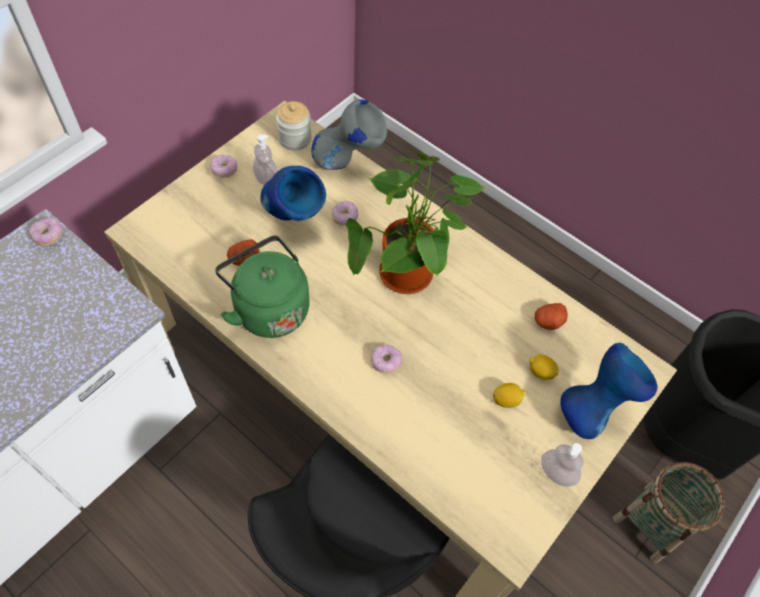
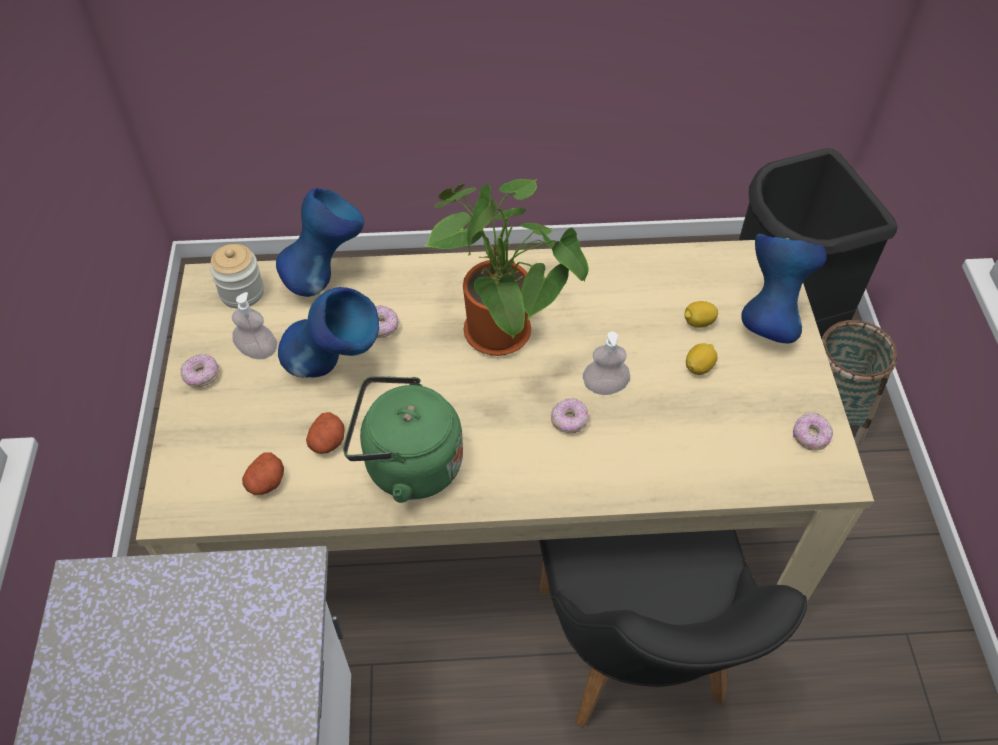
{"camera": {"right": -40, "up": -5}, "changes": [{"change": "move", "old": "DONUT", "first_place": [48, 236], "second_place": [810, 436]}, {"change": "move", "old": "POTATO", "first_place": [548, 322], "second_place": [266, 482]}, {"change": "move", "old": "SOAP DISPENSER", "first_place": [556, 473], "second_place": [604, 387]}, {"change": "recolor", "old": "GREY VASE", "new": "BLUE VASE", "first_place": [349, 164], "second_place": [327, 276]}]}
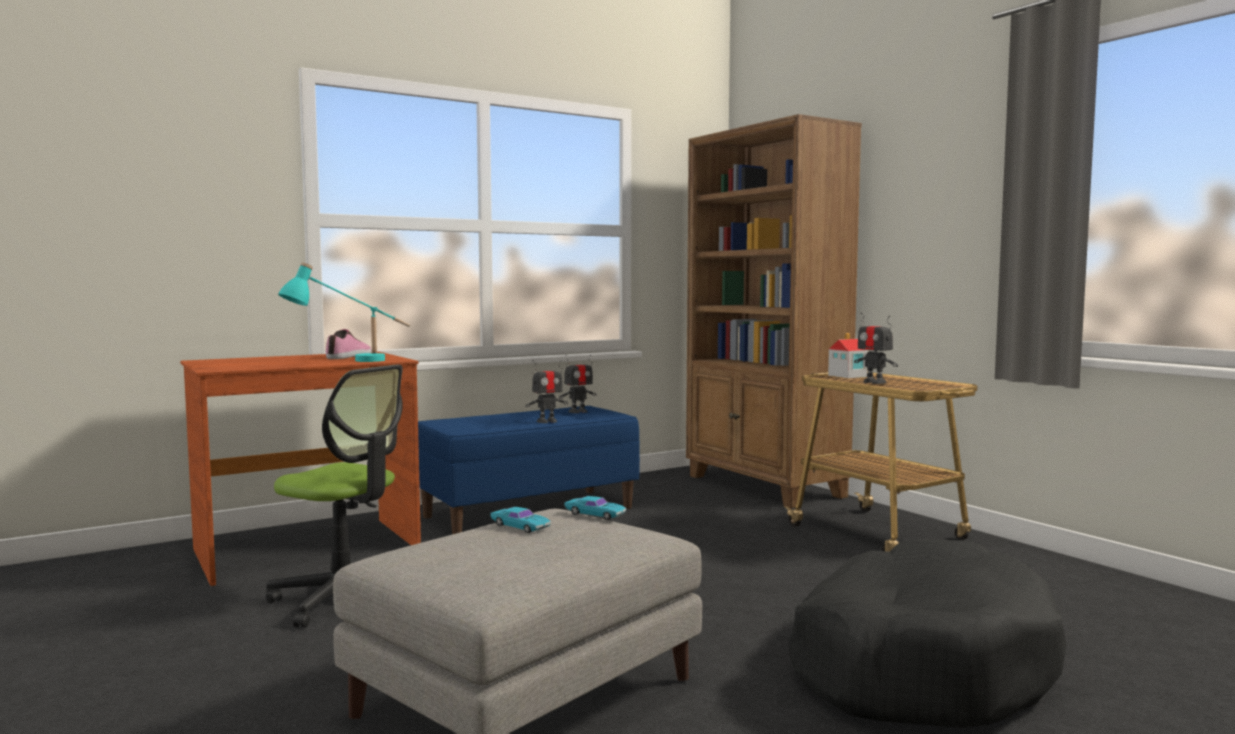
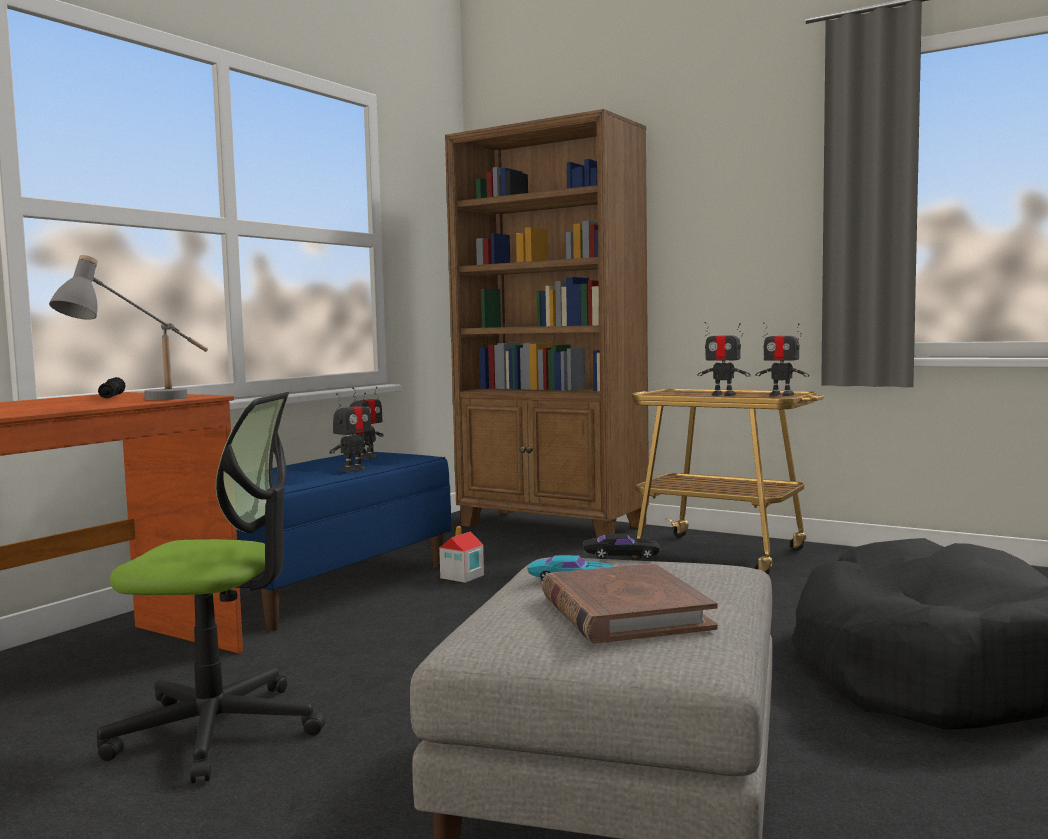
{"camera": {"right": -25, "up": 0}, "changes": [{"change": "insert", "new": "BROWN BOOK", "second_place": [623, 612]}, {"change": "insert", "new": "TOY ROBOT", "second_place": [781, 395]}, {"change": "move", "old": "TOY HOUSE", "first_place": [847, 376], "second_place": [461, 576]}, {"change": "replace", "old": "SHOE", "new": "BLACK FLASHLIGHT", "first_place": [349, 356], "second_place": [112, 397]}, {"change": "recolor", "old": "TURQUOISE TABLE LAMP", "new": "GREY TABLE LAMP", "first_place": [350, 362], "second_place": [143, 401]}, {"change": "recolor", "old": "TURQUOISE TOY CAR", "new": "BLACK TOY CAR", "first_place": [595, 514], "second_place": [621, 555]}]}
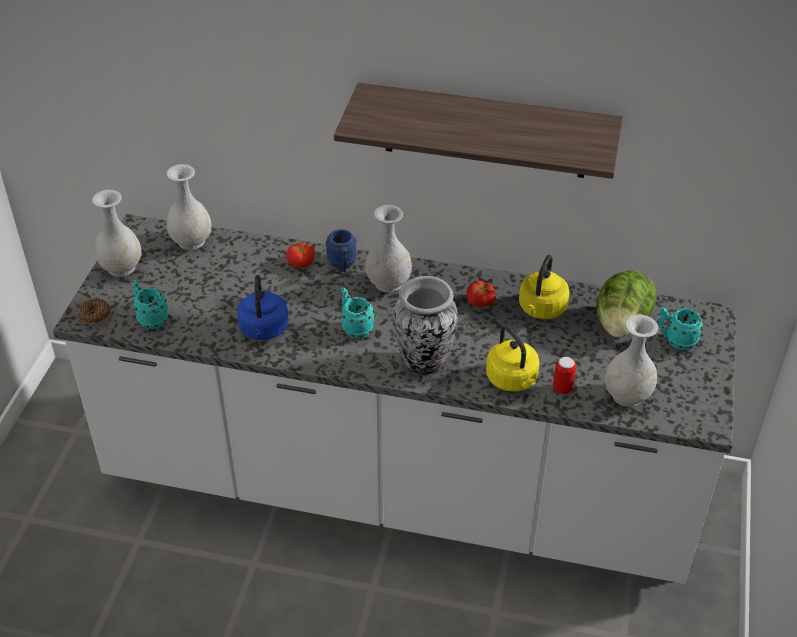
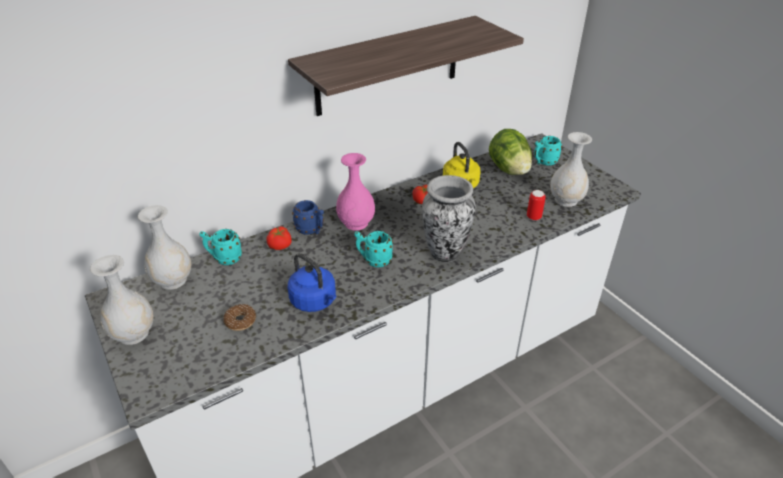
{"camera": {"right": -45, "up": -5}, "changes": [{"change": "delete", "old": "YELLOW KETTLE", "first_place": [513, 380]}, {"change": "move", "old": "DONUT", "first_place": [95, 315], "second_place": [240, 321]}, {"change": "move", "old": "TURQUOISE MUG", "first_place": [150, 318], "second_place": [224, 259]}, {"change": "recolor", "old": "WHITE VASE", "new": "PINK VASE", "first_place": [389, 283], "second_place": [356, 223]}]}
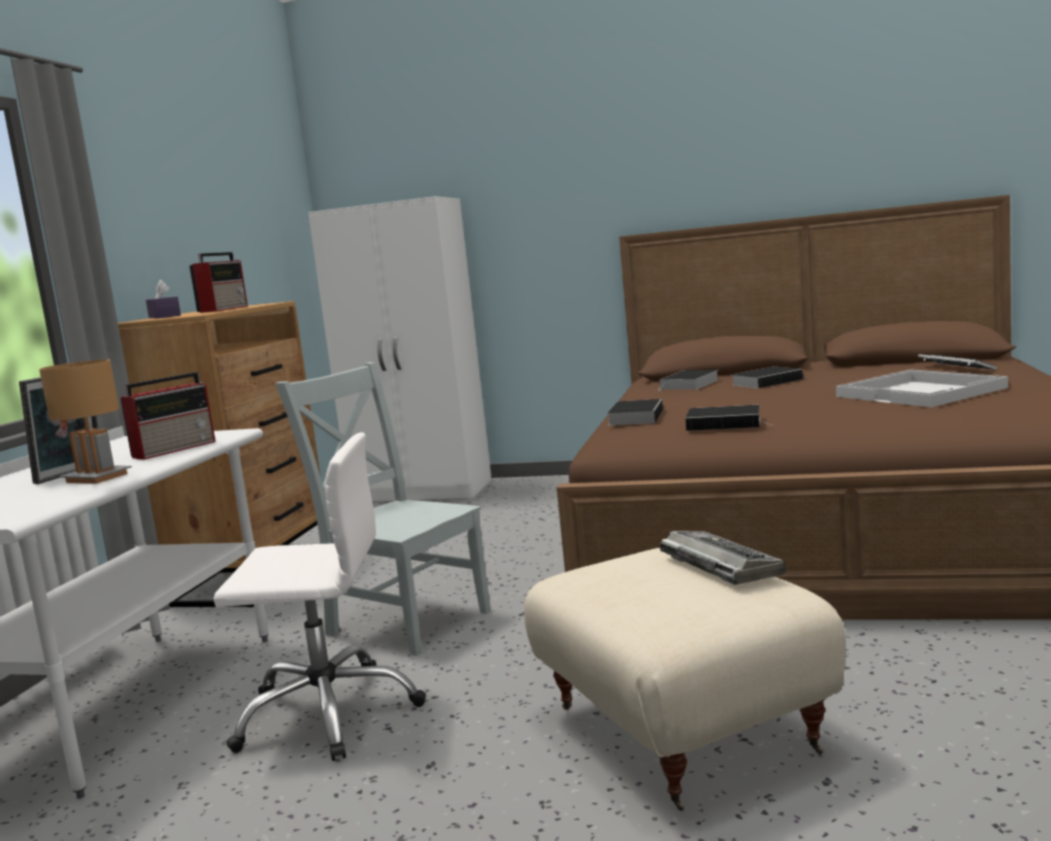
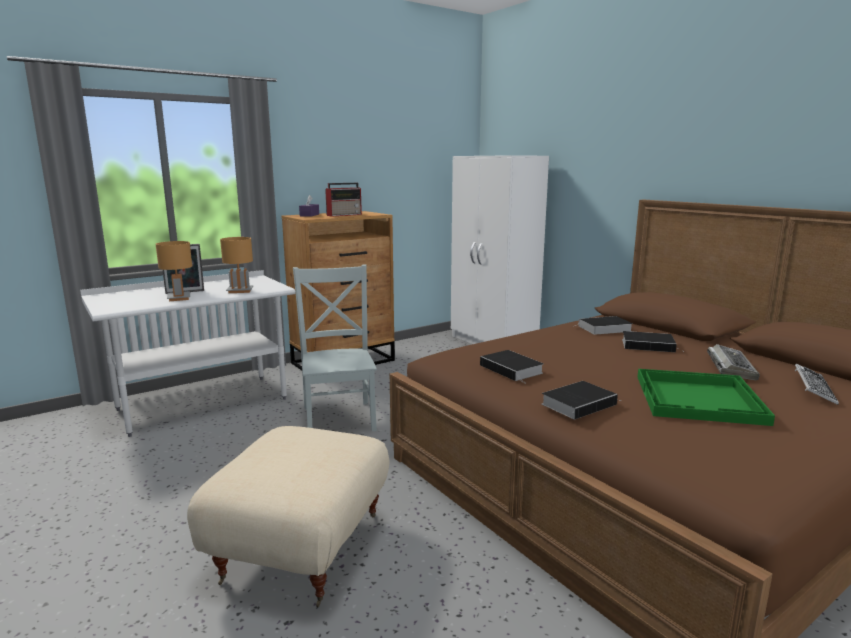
{"camera": {"right": 40, "up": 5}, "changes": [{"change": "delete", "old": "WHITE OFFICE CHAIR", "first_place": [328, 713]}, {"change": "move", "old": "BOOK", "first_place": [635, 417], "second_place": [579, 403]}, {"change": "move", "old": "KEYBOARD", "first_place": [719, 565], "second_place": [730, 367]}, {"change": "replace", "old": "RADIO", "new": "BROWN TABLE LAMP", "first_place": [176, 449], "second_place": [240, 291]}, {"change": "recolor", "old": "WHITE TRAY", "new": "GREEN TRAY", "first_place": [922, 392], "second_place": [699, 399]}]}
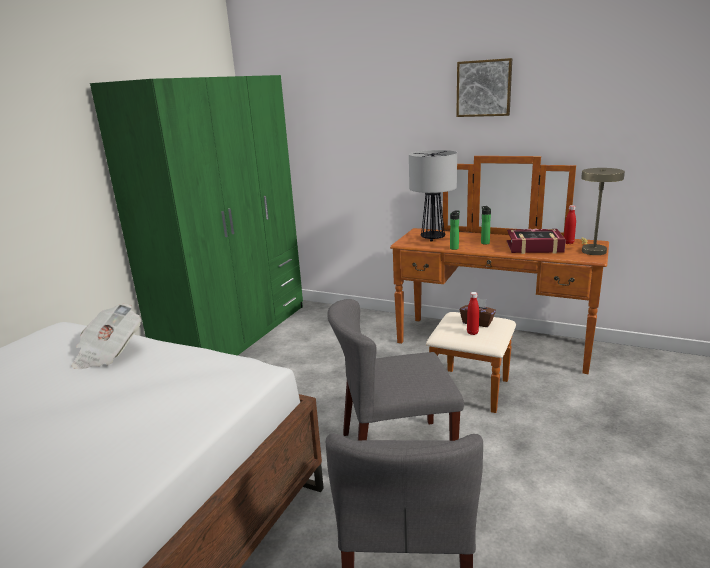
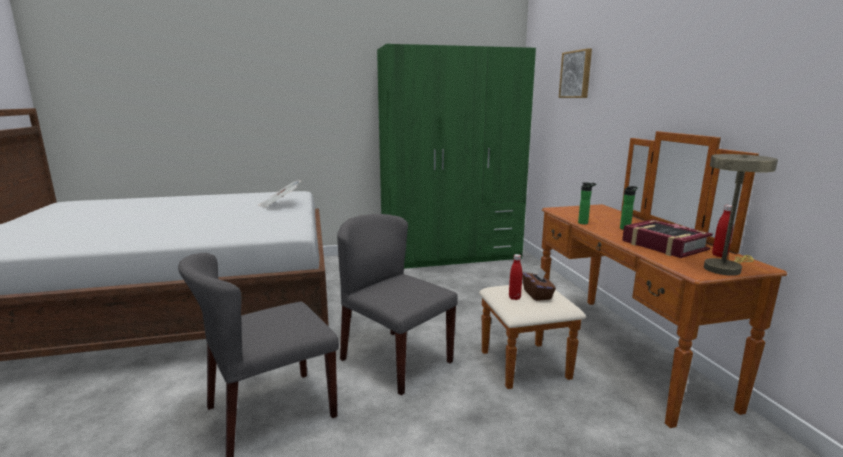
{"camera": {"right": 50, "up": -5}, "changes": [{"change": "delete", "old": "TABLE LAMP", "first_place": [433, 238]}, {"change": "move", "old": "PICTURE", "first_place": [484, 88], "second_place": [576, 74]}]}
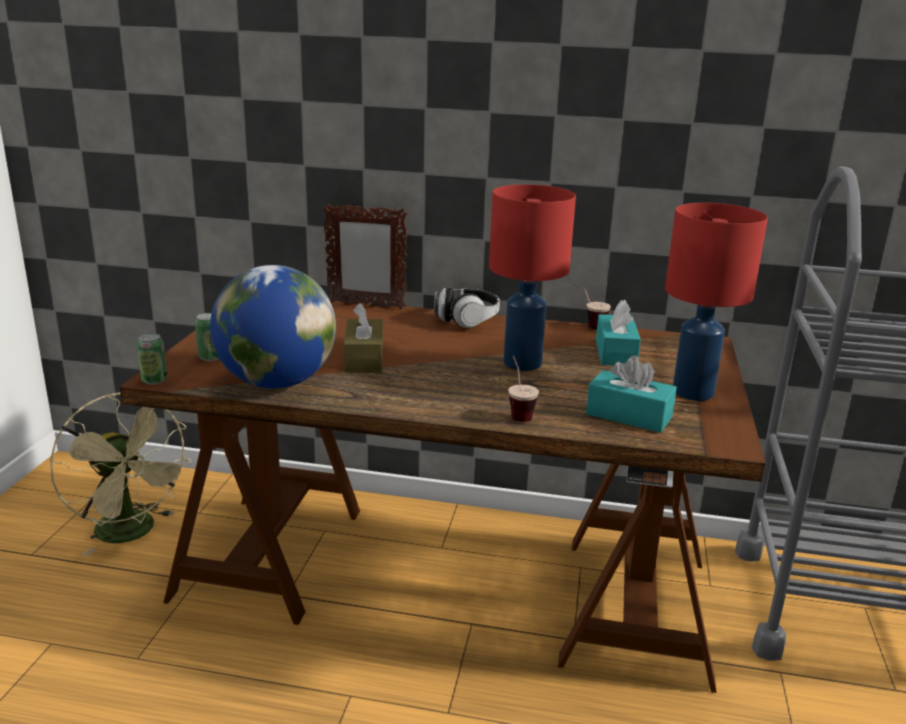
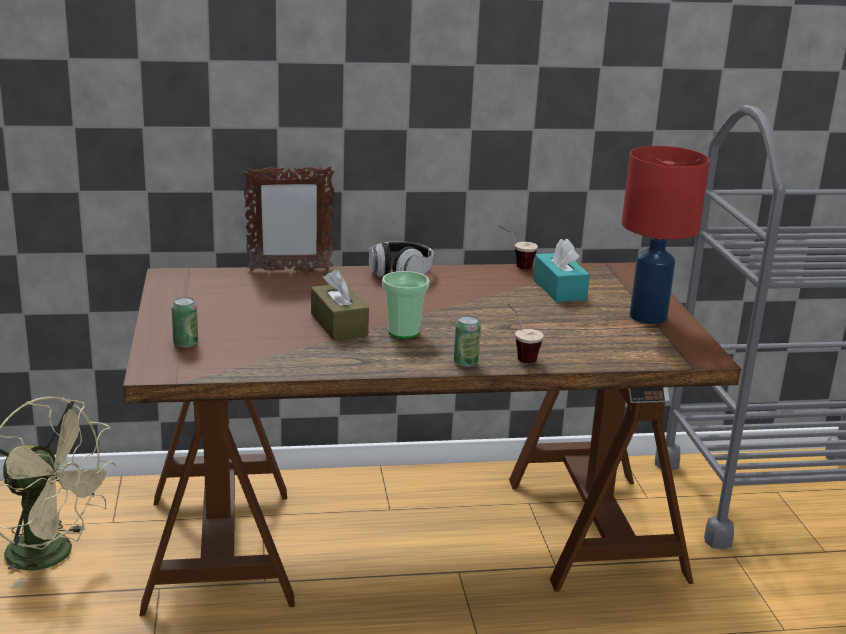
{"camera": {"right": -20, "up": 0}, "changes": [{"change": "delete", "old": "GLOBE", "first_place": [277, 382]}, {"change": "delete", "old": "RED TABLE LAMP", "first_place": [521, 363]}, {"change": "delete", "old": "TURQUOISE TISSUE BOX", "first_place": [629, 415]}, {"change": "insert", "new": "CUP", "second_place": [403, 332]}, {"change": "move", "old": "CAN", "first_place": [154, 380], "second_place": [465, 362]}]}
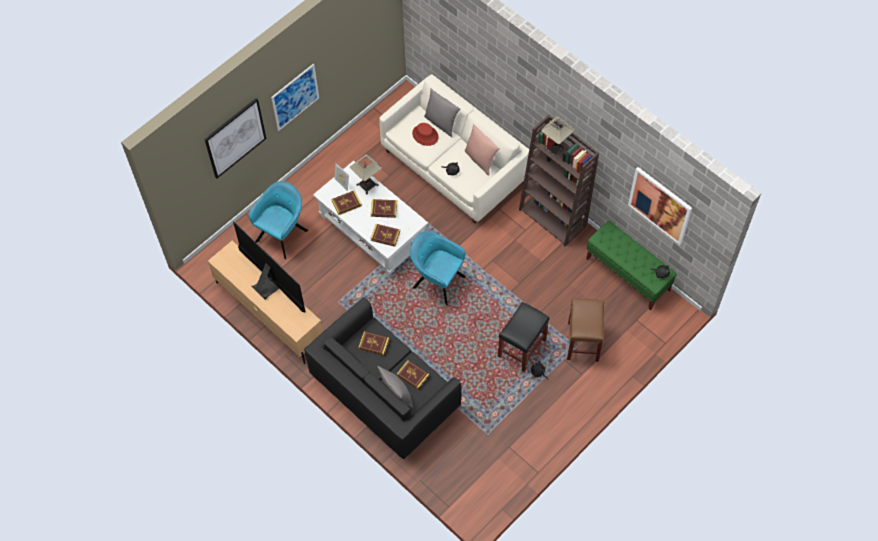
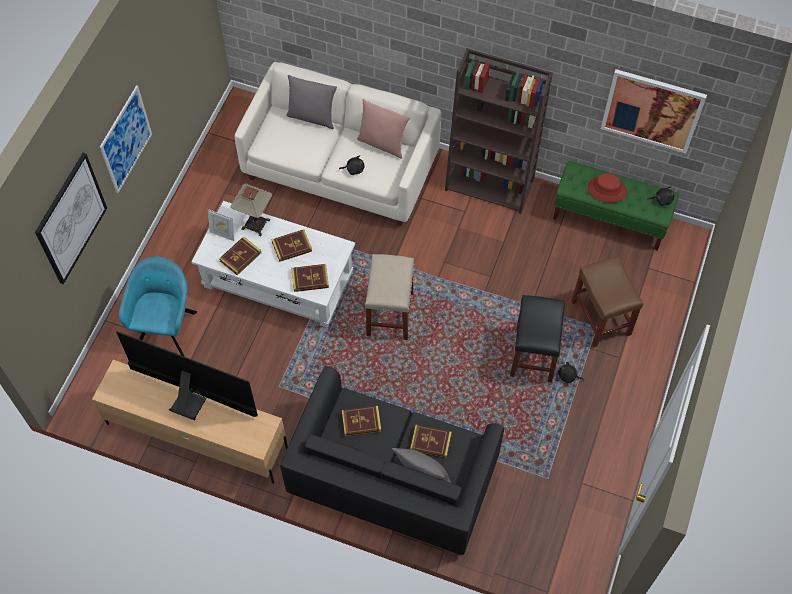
{"camera": {"right": -25, "up": 0}, "changes": [{"change": "delete", "old": "TABLE LAMP", "first_place": [555, 149]}, {"change": "move", "old": "RED HAT", "first_place": [425, 135], "second_place": [607, 190]}, {"change": "replace", "old": "TURQUOISE ARMCHAIR", "new": "BEIGE STOOL", "first_place": [437, 281], "second_place": [389, 313]}]}
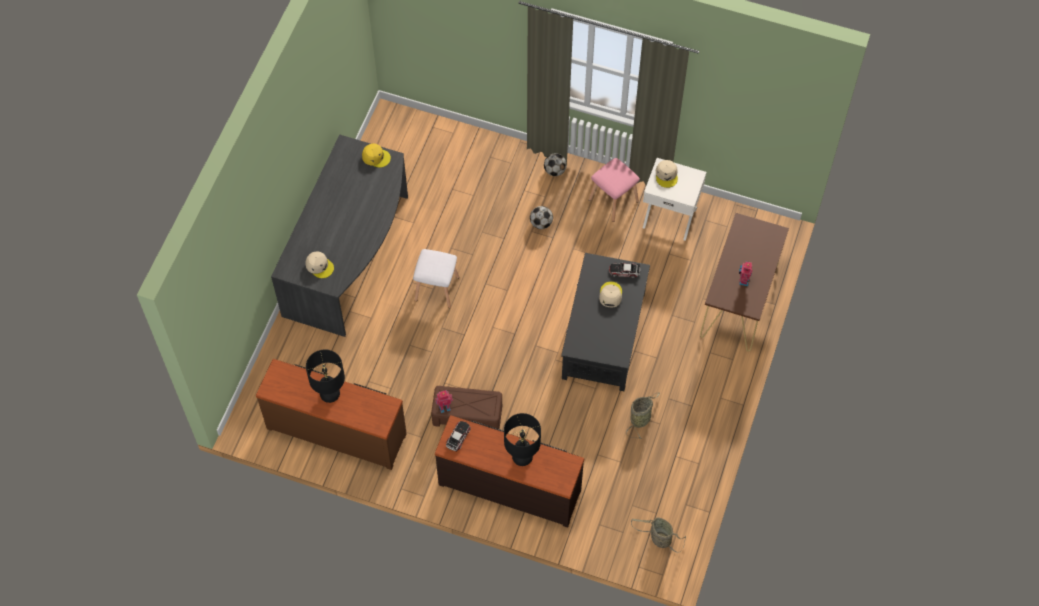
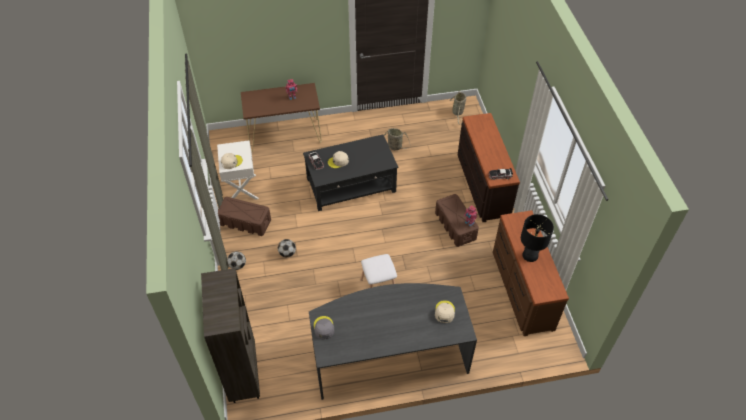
{"camera": {"right": -120, "up": -10}, "changes": [{"change": "delete", "old": "BLACK TABLE LAMP", "first_place": [522, 456]}, {"change": "insert", "new": "BROWN BOOKCASE", "second_place": [243, 376]}, {"change": "replace", "old": "PINK STOOL", "new": "BROWN STORAGE BOX", "first_place": [613, 201], "second_place": [245, 222]}, {"change": "recolor", "old": "YELLOW CAP", "new": "GREY CAP", "first_place": [376, 157], "second_place": [323, 328]}]}
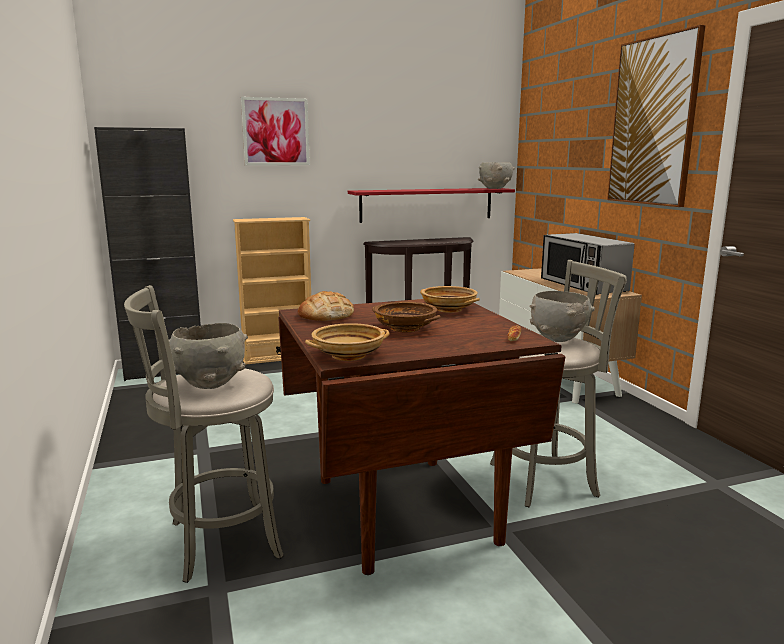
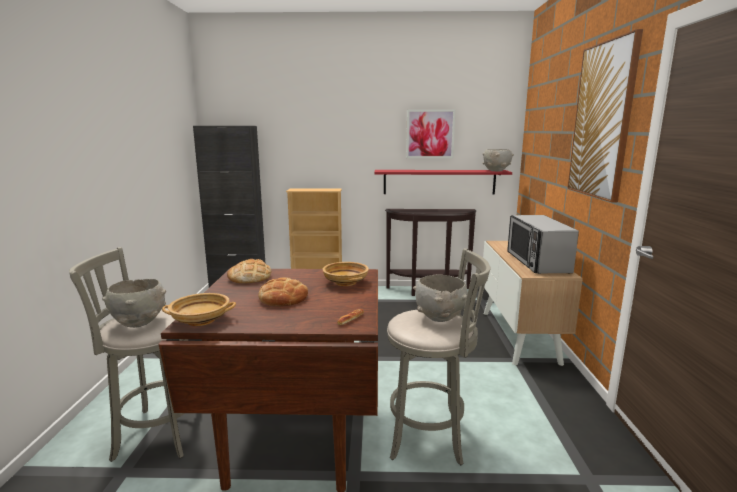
{"camera": {"right": 20, "up": 0}, "changes": [{"change": "move", "old": "PICTURE", "first_place": [275, 132], "second_place": [430, 134]}, {"change": "replace", "old": "BROWN BOWL", "new": "BREAD", "first_place": [406, 328], "second_place": [283, 298]}]}
